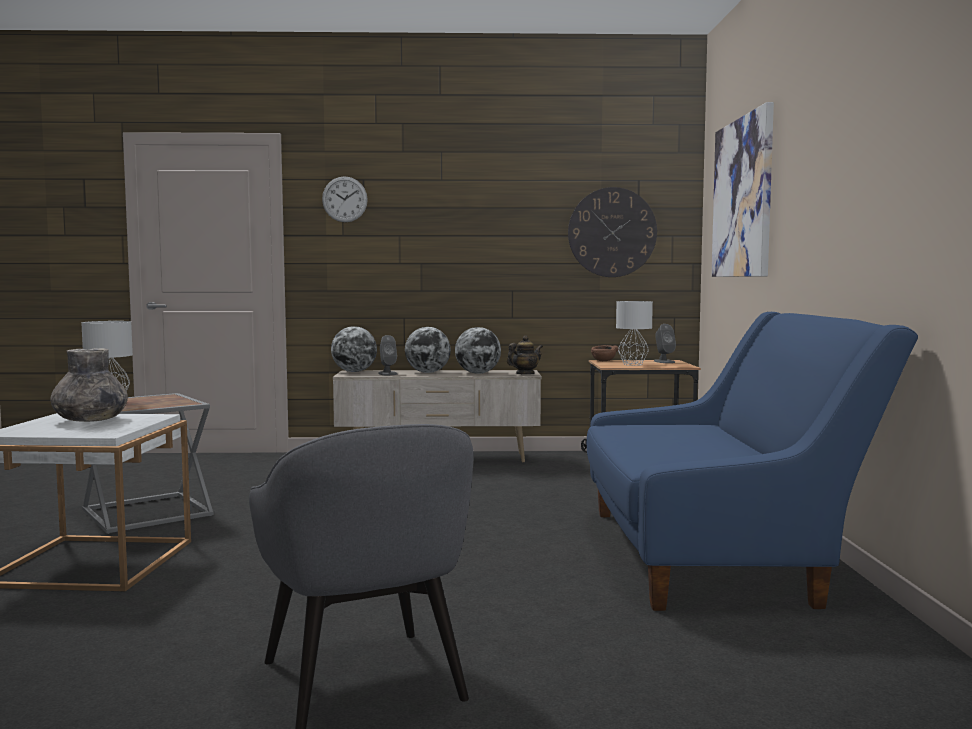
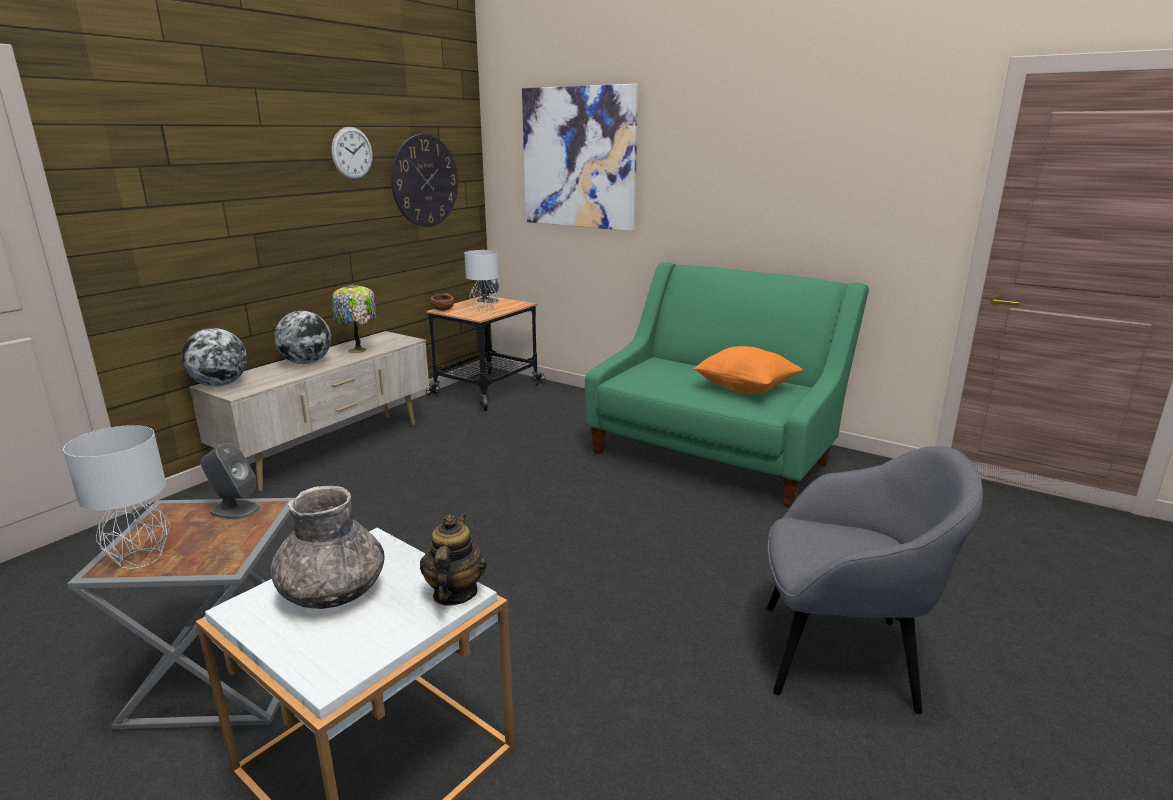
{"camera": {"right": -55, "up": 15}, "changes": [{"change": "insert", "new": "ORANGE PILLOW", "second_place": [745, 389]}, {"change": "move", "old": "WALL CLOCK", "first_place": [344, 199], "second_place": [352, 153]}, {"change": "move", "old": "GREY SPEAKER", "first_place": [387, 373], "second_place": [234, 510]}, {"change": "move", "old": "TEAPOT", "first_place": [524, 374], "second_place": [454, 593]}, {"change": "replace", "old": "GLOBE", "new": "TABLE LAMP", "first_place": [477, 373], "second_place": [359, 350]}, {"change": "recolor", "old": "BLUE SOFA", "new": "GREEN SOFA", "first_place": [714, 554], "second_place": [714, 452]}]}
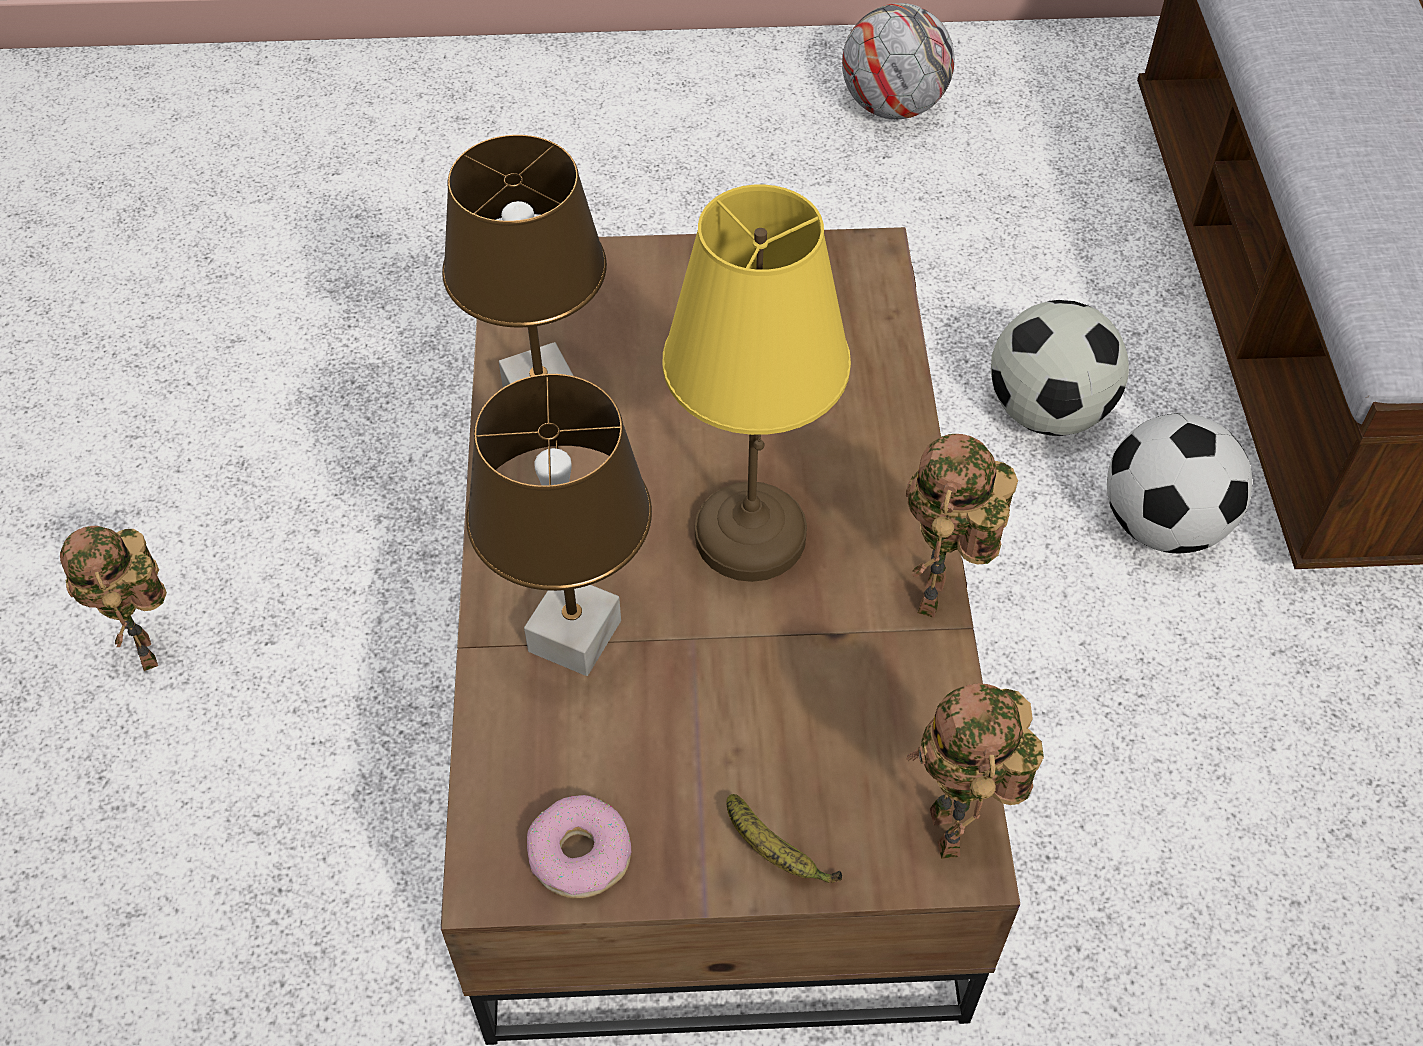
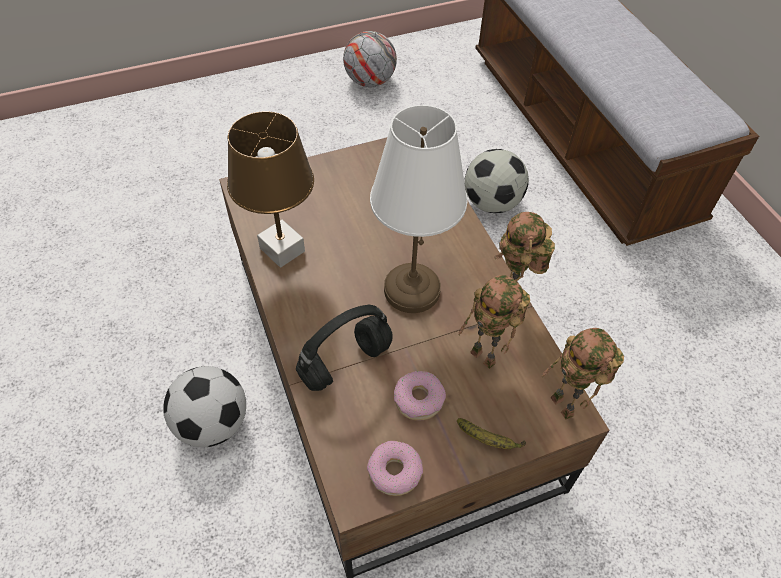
{"camera": {"right": -20, "up": 0}, "changes": [{"change": "insert", "new": "DONUT", "second_place": [419, 399]}, {"change": "move", "old": "TOY ROBOT", "first_place": [152, 653], "second_place": [486, 357]}, {"change": "move", "old": "FOOTBALL", "first_place": [1163, 525], "second_place": [213, 423]}, {"change": "replace", "old": "BROWN TABLE LAMP", "new": "BLACK HEADPHONES", "first_place": [574, 634], "second_place": [346, 362]}, {"change": "recolor", "old": "YELLOW TABLE LAMP", "new": "WHITE TABLE LAMP", "first_place": [748, 534], "second_place": [410, 289]}]}
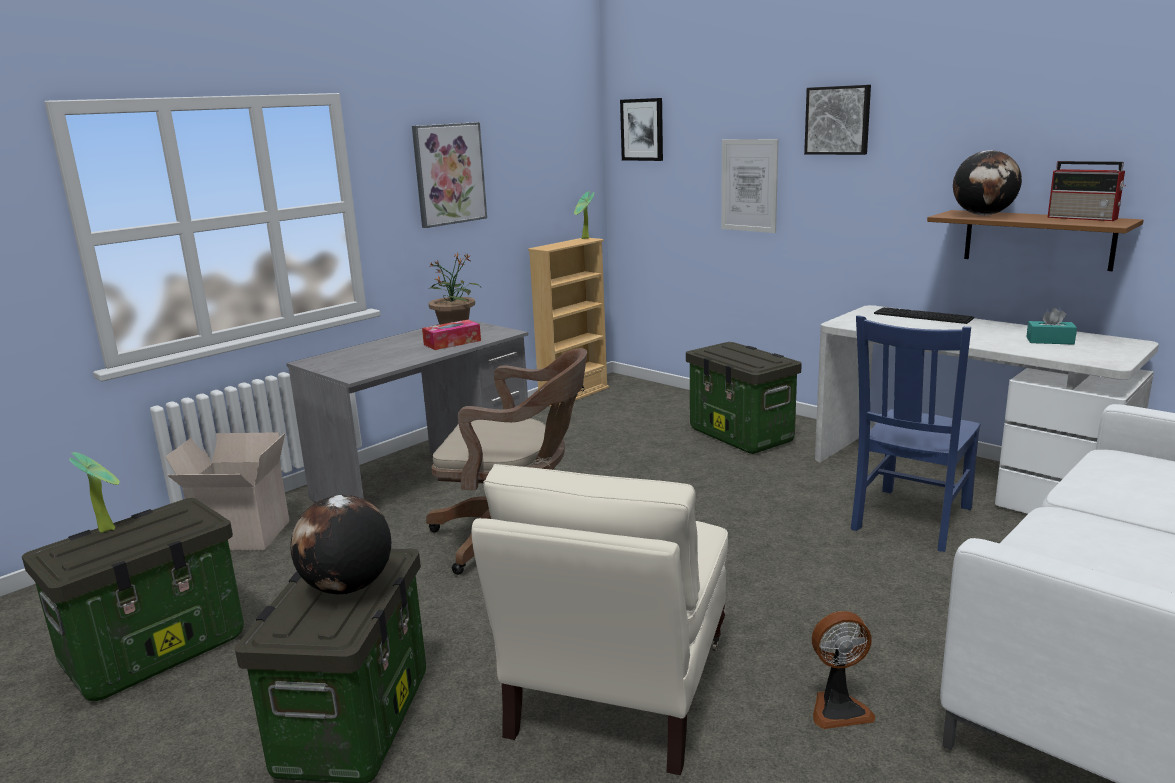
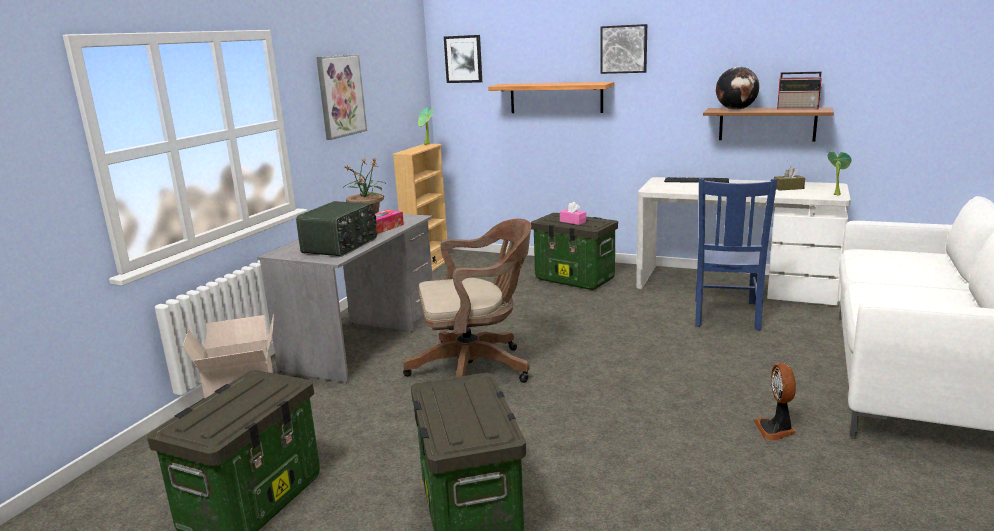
{"camera": {"right": -20, "up": 0}, "changes": [{"change": "delete", "old": "GLOBE", "first_place": [347, 588]}, {"change": "delete", "old": "BEIGE ARMCHAIR", "first_place": [616, 692]}, {"change": "insert", "new": "RADIO", "second_place": [341, 246]}, {"change": "insert", "new": "PINK TISSUE BOX", "second_place": [573, 221]}, {"change": "move", "old": "POTTED PLANT", "first_place": [109, 528], "second_place": [836, 194]}, {"change": "replace", "old": "PICTURE", "new": "SHELF", "first_place": [749, 185], "second_place": [556, 98]}, {"change": "recolor", "old": "TURQUOISE TISSUE BOX", "new": "BROWN TISSUE BOX", "first_place": [1050, 341], "second_place": [788, 188]}, {"change": "rotate", "old": "FAN", "first_place": [838, 709], "second_place": [776, 429], "degrees": 120}]}
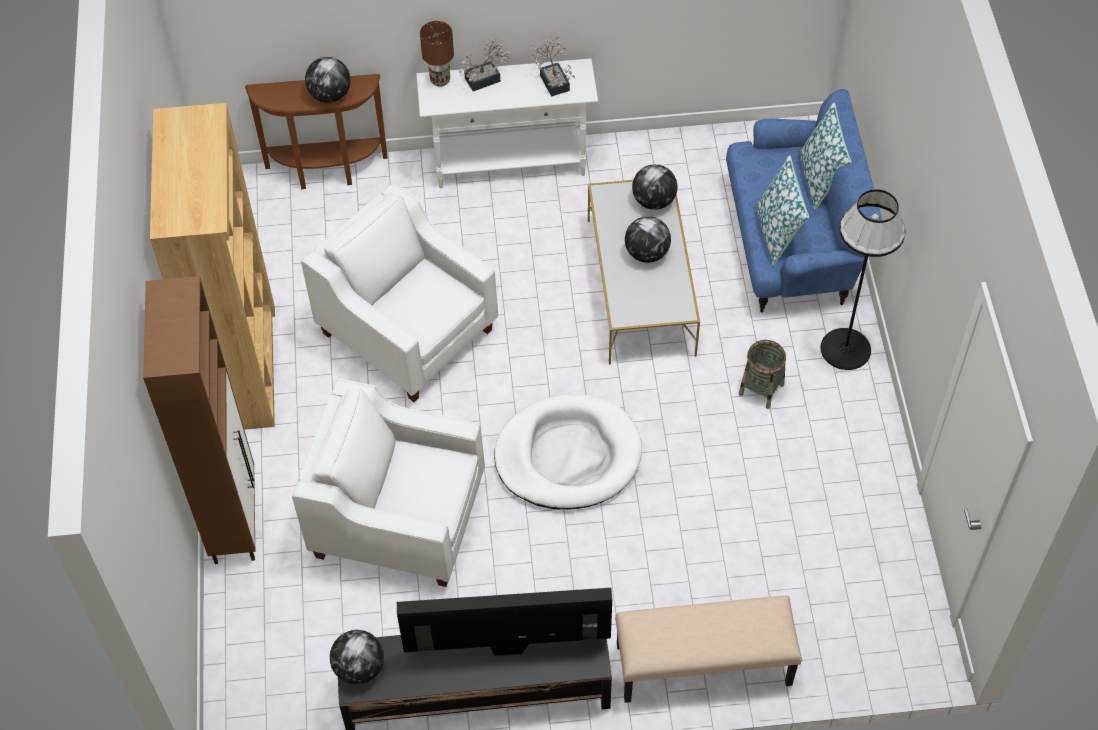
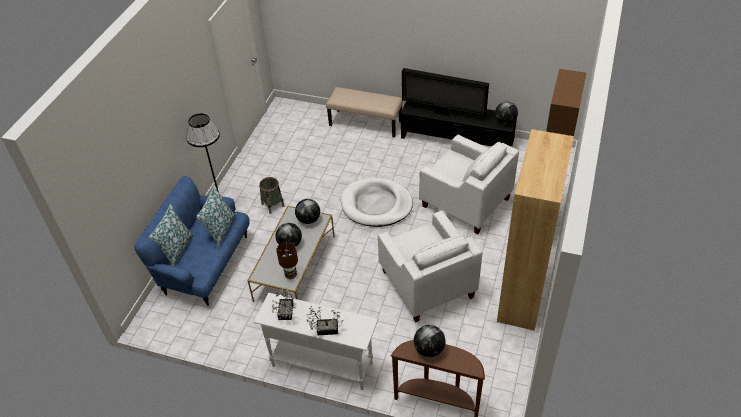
{"camera": {"right": -155, "up": -10}, "changes": [{"change": "move", "old": "BROWN TABLE LAMP", "first_place": [439, 80], "second_place": [291, 275]}, {"change": "move", "old": "GLOBE", "first_place": [653, 201], "second_place": [309, 220]}]}
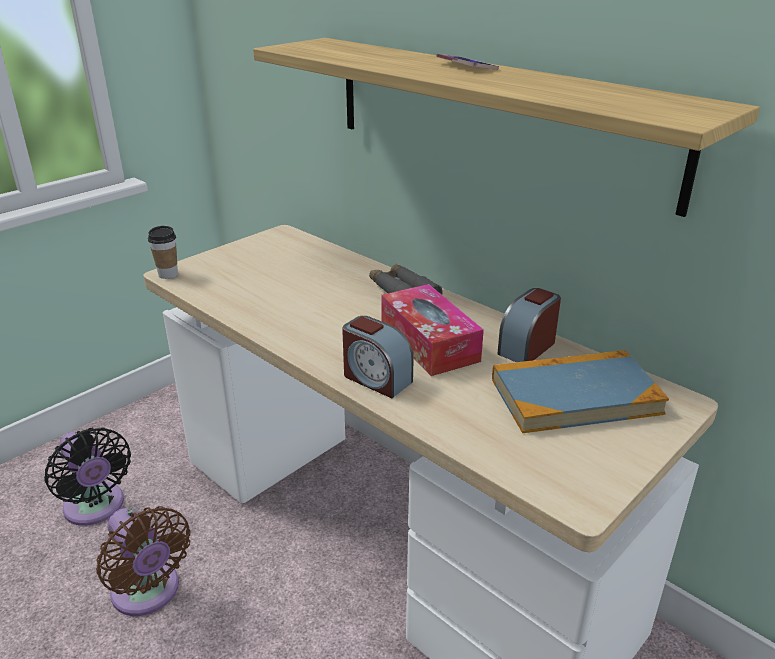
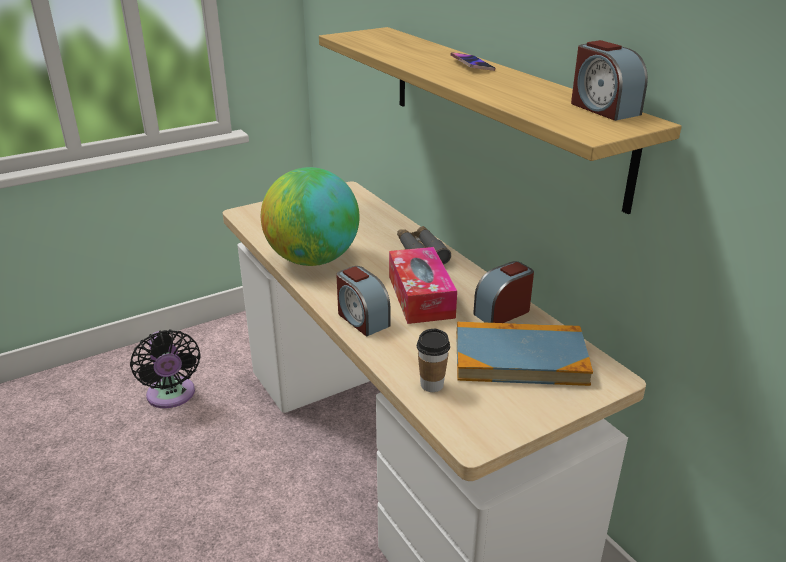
{"camera": {"right": 15, "up": 0}, "changes": [{"change": "delete", "old": "BROWN FAN", "first_place": [148, 593]}, {"change": "insert", "new": "GLOBE", "second_place": [313, 260]}, {"change": "insert", "new": "ALARM CLOCK", "second_place": [603, 109]}, {"change": "move", "old": "CUP", "first_place": [168, 274], "second_place": [432, 385]}]}
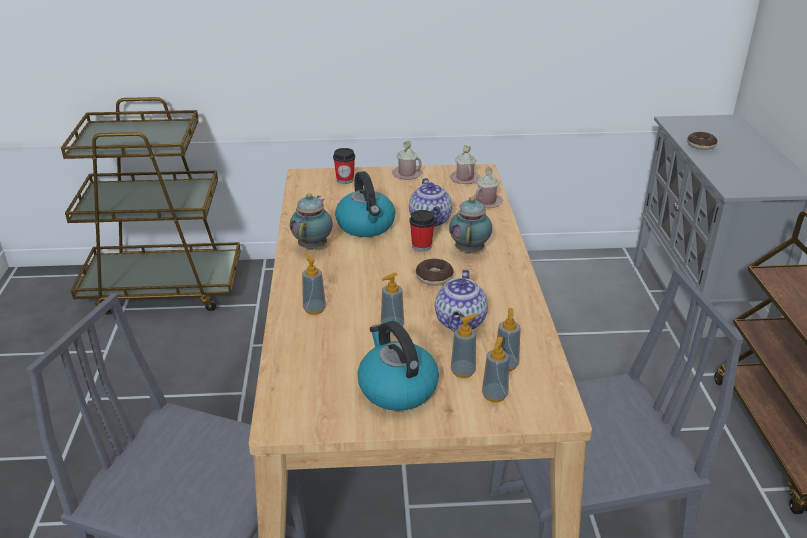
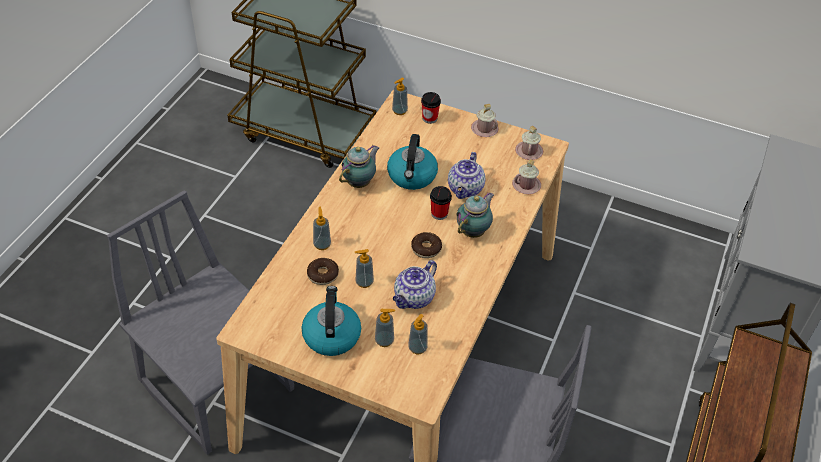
{"camera": {"right": 25, "up": 15}, "changes": [{"change": "move", "old": "SOAP DISPENSER", "first_place": [494, 395], "second_place": [399, 111]}, {"change": "move", "old": "DONUT", "first_place": [701, 145], "second_place": [323, 275]}]}
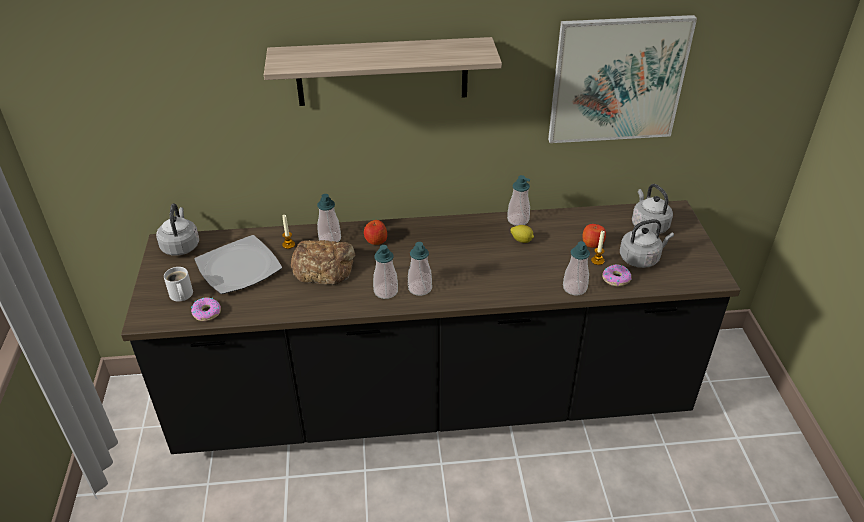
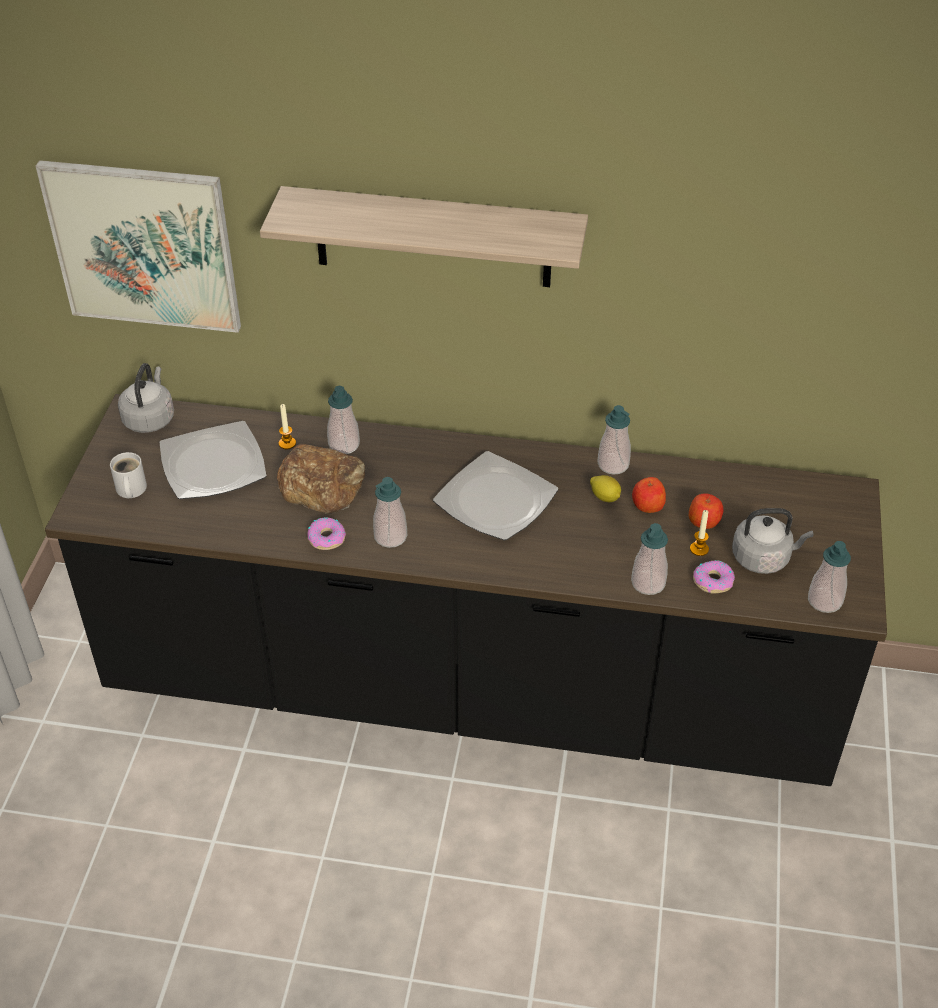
{"camera": {"right": 15, "up": 5}, "changes": [{"change": "delete", "old": "GREY KETTLE", "first_place": [648, 225]}, {"change": "insert", "new": "PLATE", "second_place": [497, 500]}, {"change": "move", "old": "DONUT", "first_place": [207, 312], "second_place": [327, 538]}, {"change": "move", "old": "APPLE", "first_place": [375, 240], "second_place": [647, 505]}, {"change": "move", "old": "SOAP DISPENSER", "first_place": [420, 288], "second_place": [824, 601]}, {"change": "move", "old": "PICTURE", "first_place": [617, 80], "second_place": [143, 246]}]}
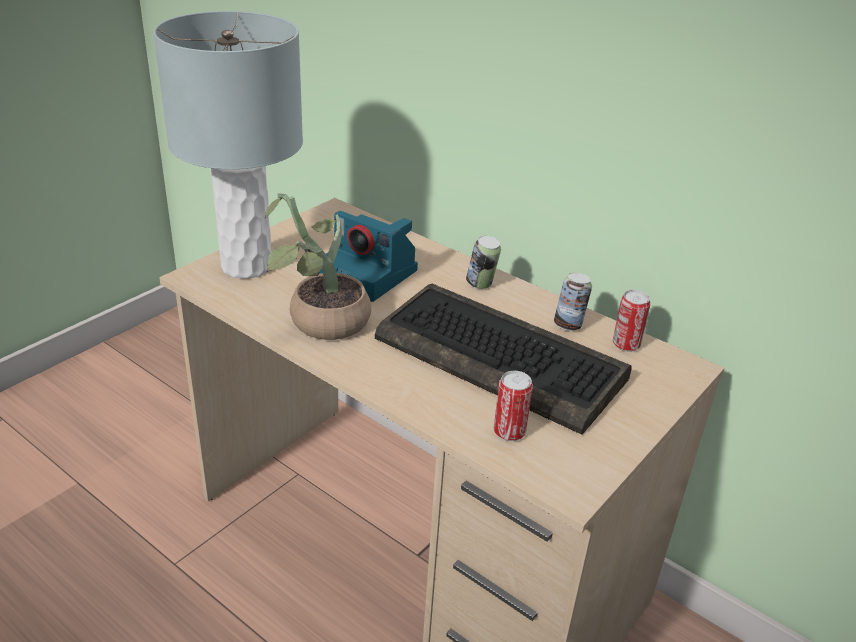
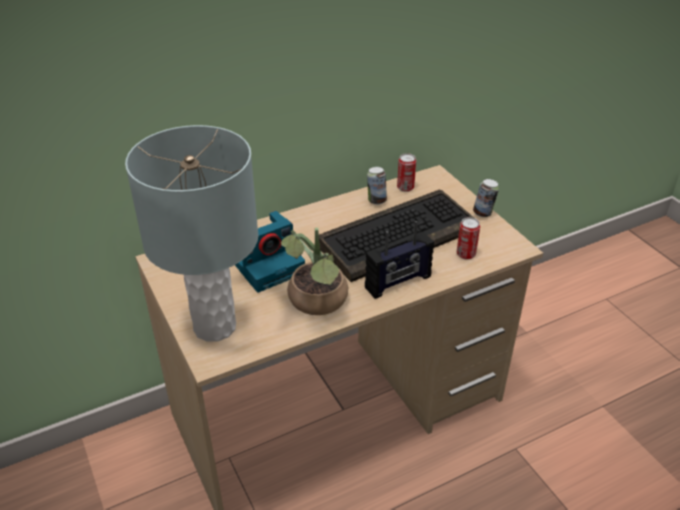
{"camera": {"right": -65, "up": 5}, "changes": [{"change": "insert", "new": "RADIO", "second_place": [398, 283]}, {"change": "move", "old": "CAN", "first_place": [481, 285], "second_place": [483, 213]}]}
